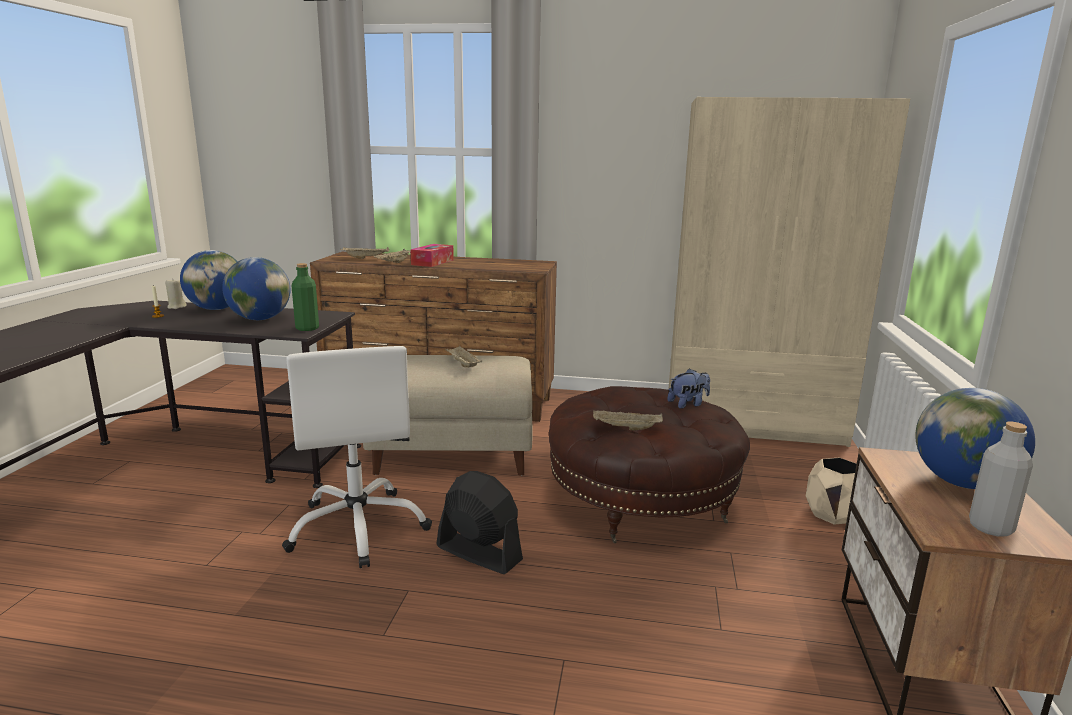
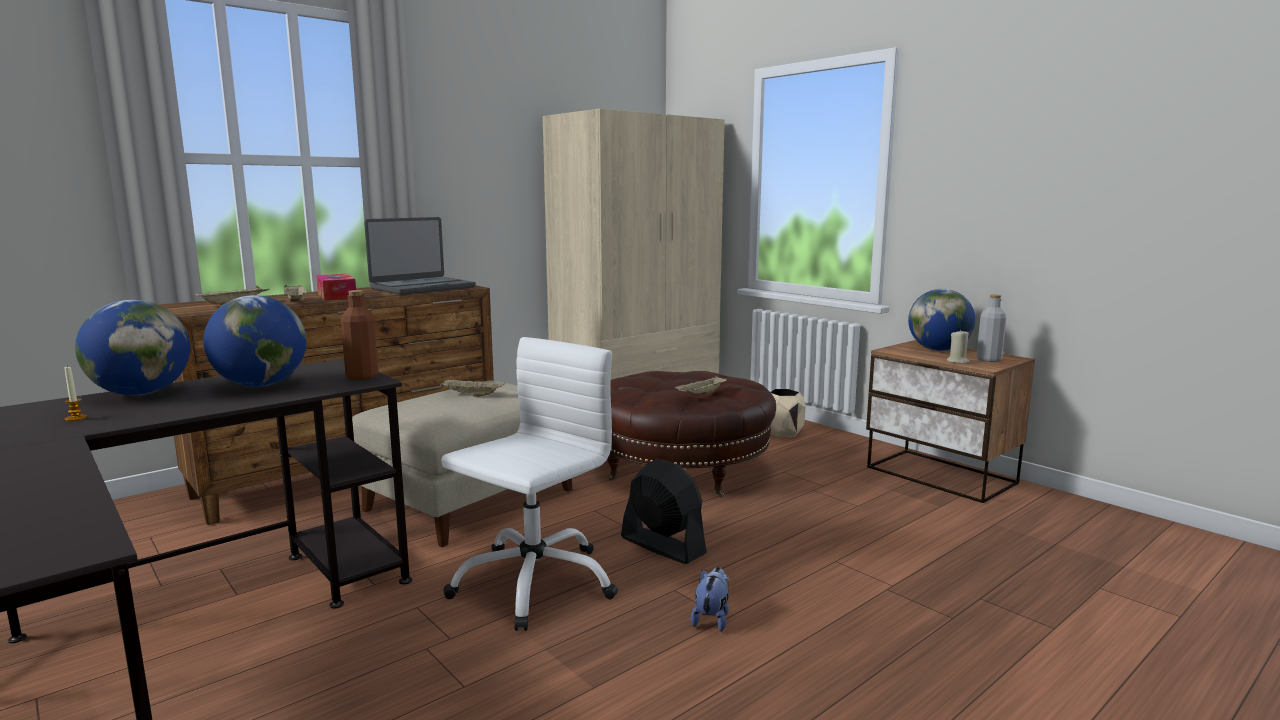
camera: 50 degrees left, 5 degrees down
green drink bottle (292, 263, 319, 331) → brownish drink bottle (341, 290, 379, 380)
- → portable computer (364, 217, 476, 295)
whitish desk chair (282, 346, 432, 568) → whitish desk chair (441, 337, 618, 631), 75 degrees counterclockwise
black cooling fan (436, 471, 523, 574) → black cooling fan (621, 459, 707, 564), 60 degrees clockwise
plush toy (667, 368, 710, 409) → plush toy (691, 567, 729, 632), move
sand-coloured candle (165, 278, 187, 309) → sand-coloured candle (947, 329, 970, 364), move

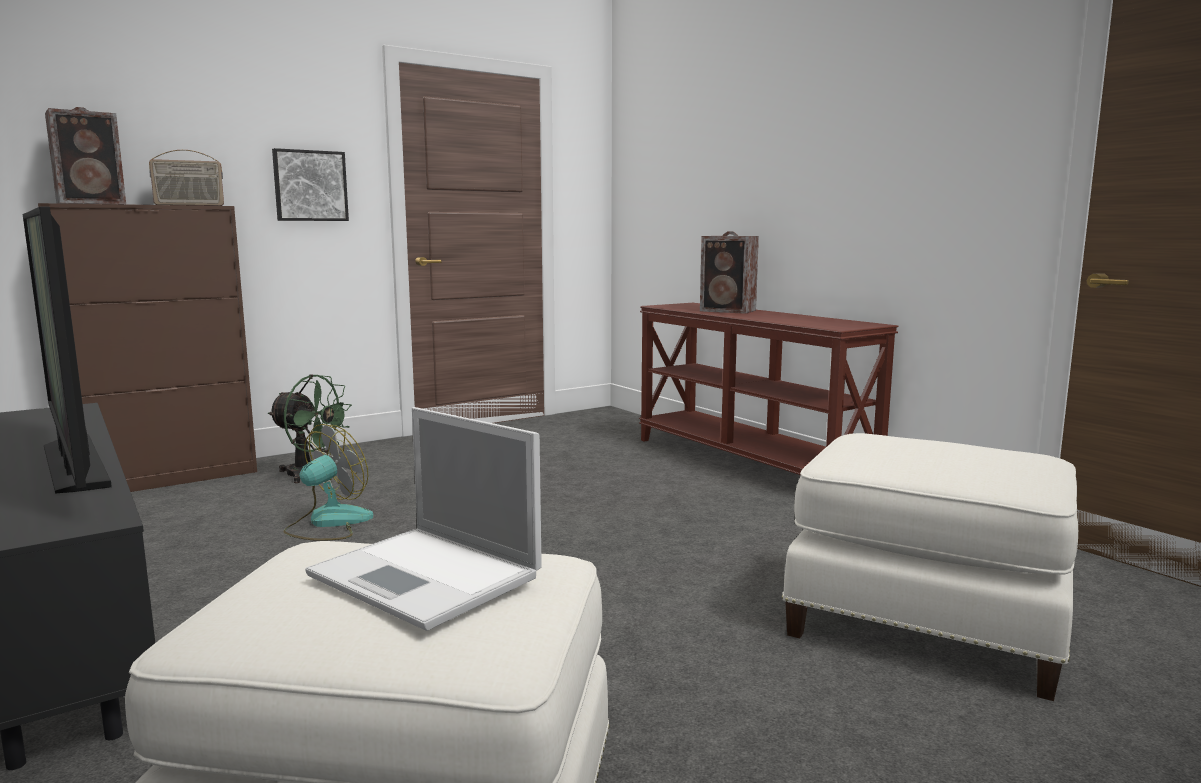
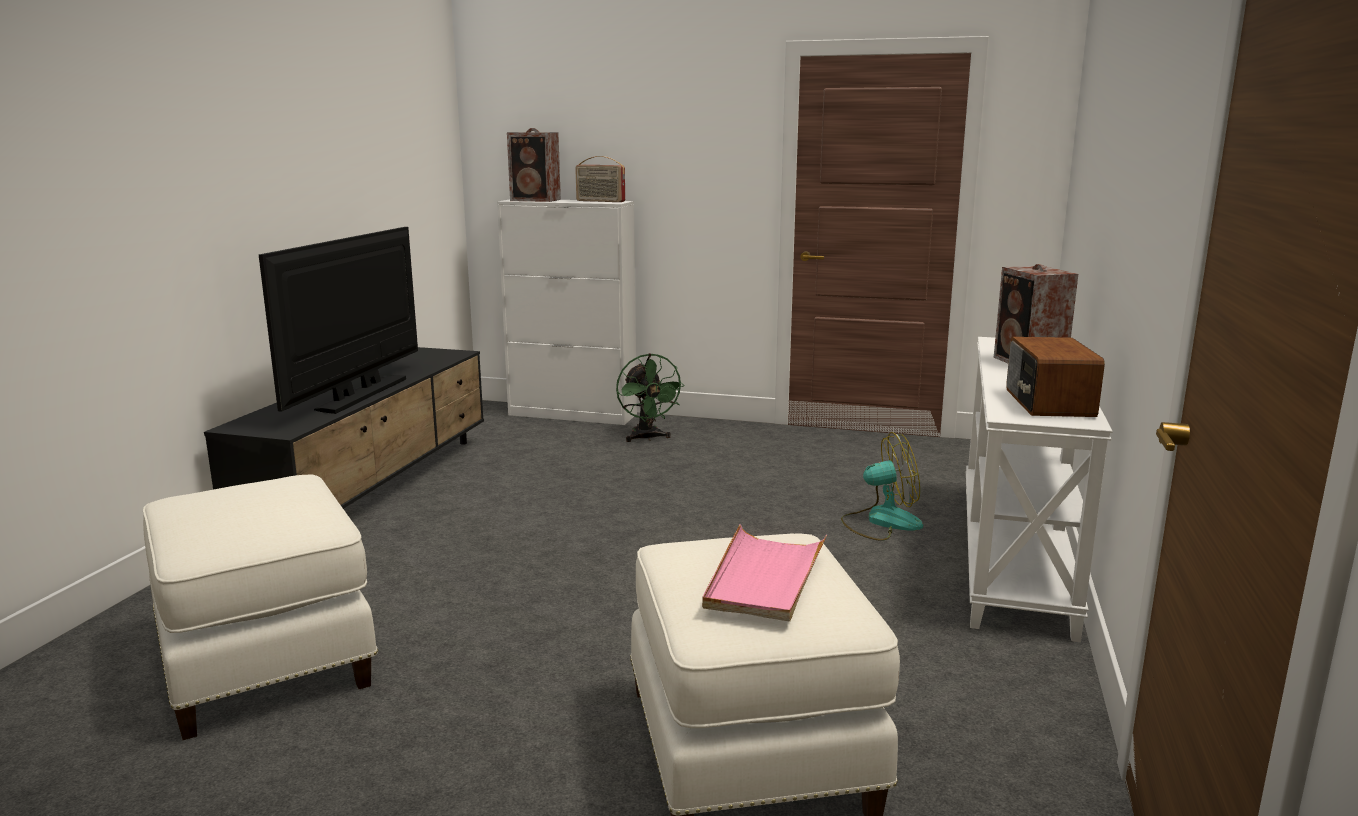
camera: 50 degrees right, 5 degrees up
brownish cabinet (38, 203, 257, 492) → whitish cabinet (497, 200, 637, 425)
- → pinkish serving tray (702, 524, 827, 622)
cooling fan (284, 424, 374, 541) → cooling fan (841, 432, 923, 541), move
brownish console table (639, 303, 899, 475) → whitish console table (966, 337, 1113, 642)
- → radio (1006, 337, 1105, 417)
picture (272, 148, 349, 221) → -
portable computer (305, 407, 542, 631) → -

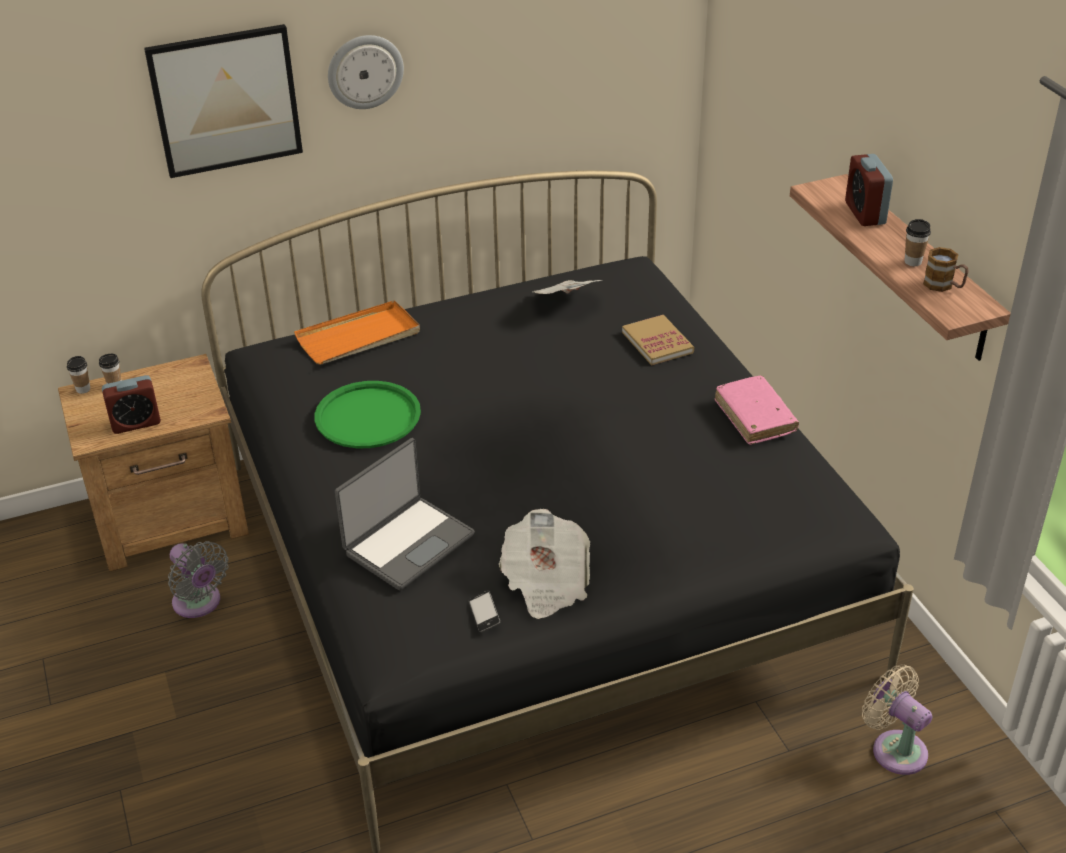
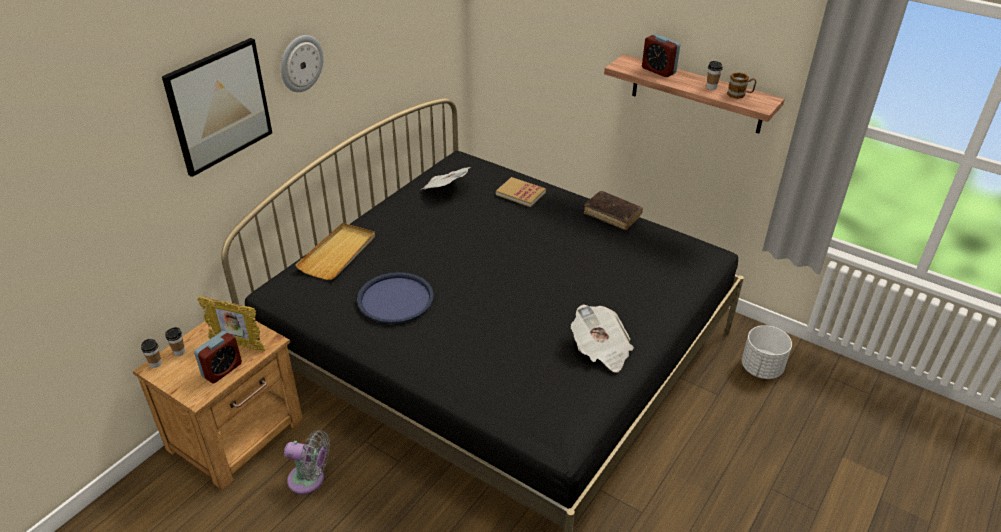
camera: 35 degrees left, 0 degrees up
- → standing frame (197, 296, 265, 352)
orange serving tray (294, 300, 420, 365) → sand-coloured serving tray (295, 223, 375, 280)
green serving tray (314, 381, 421, 448) → bluish serving tray (357, 272, 434, 324)
pinkish volume (715, 376, 799, 445) → brownish volume (583, 191, 643, 230)
sand-coloured cooling fan (862, 665, 932, 775) → whitish plant pot (742, 325, 792, 379)
portable computer (335, 438, 475, 590) → -
telephone (469, 591, 500, 632) → -

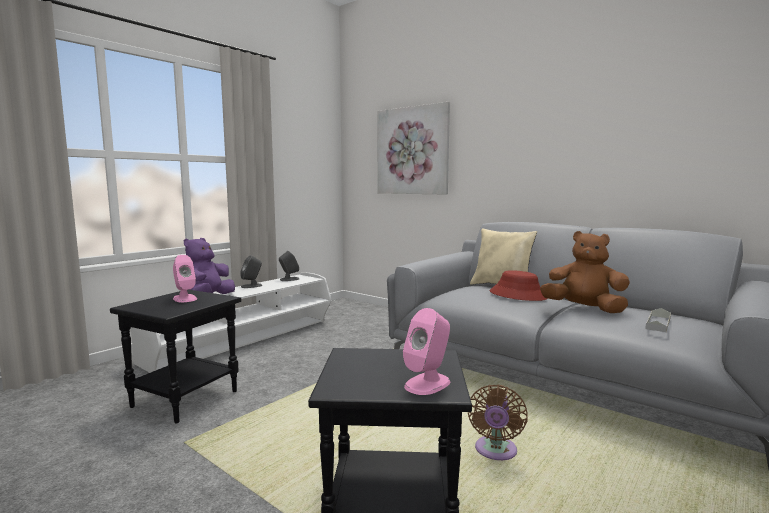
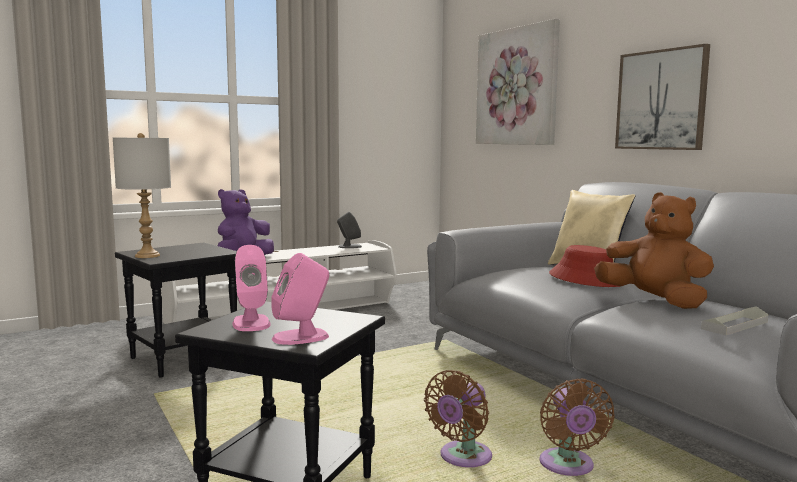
camera: 20 degrees right, 0 degrees up
- → grey table lamp (113, 133, 171, 258)
pinkish speaker (173, 255, 197, 302) → pinkish speaker (232, 245, 271, 331), move
- → brownish cooling fan (539, 379, 615, 476)
- → picture (615, 44, 710, 150)
grey speaker (240, 255, 262, 288) → -

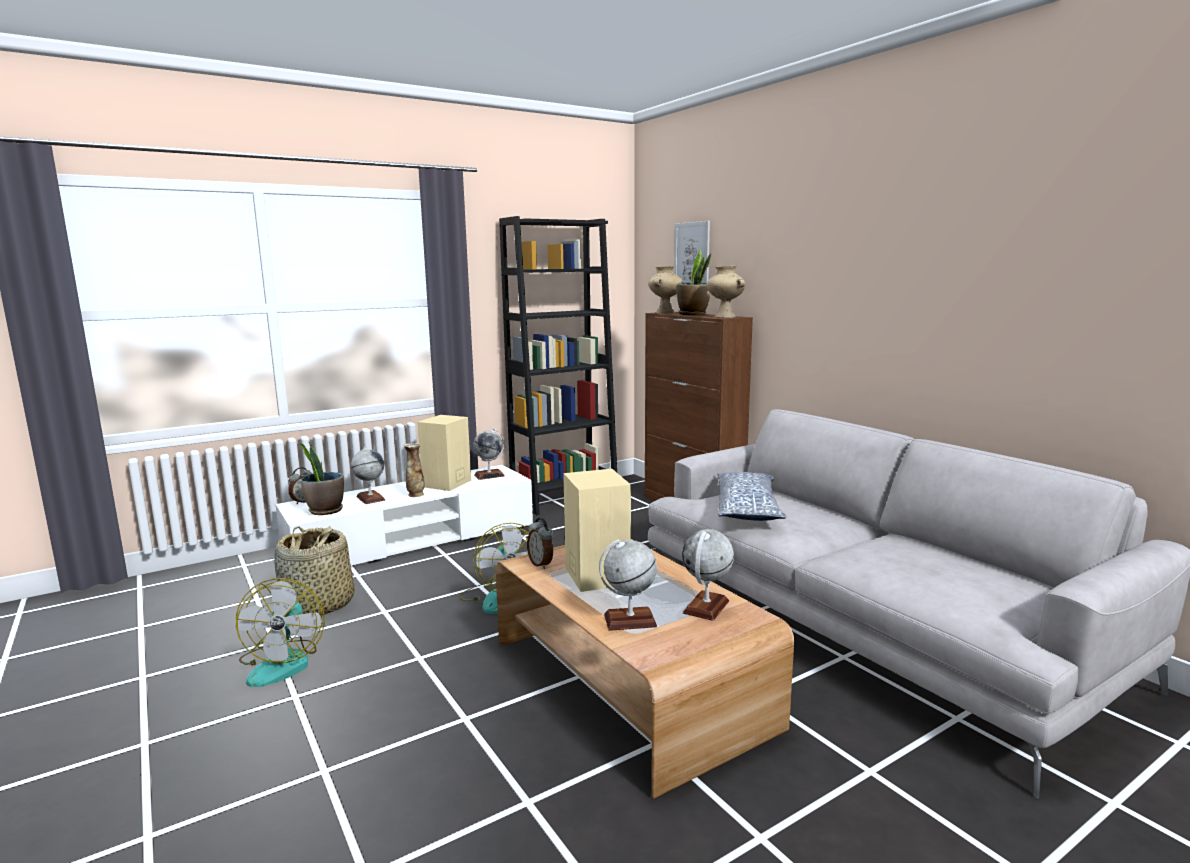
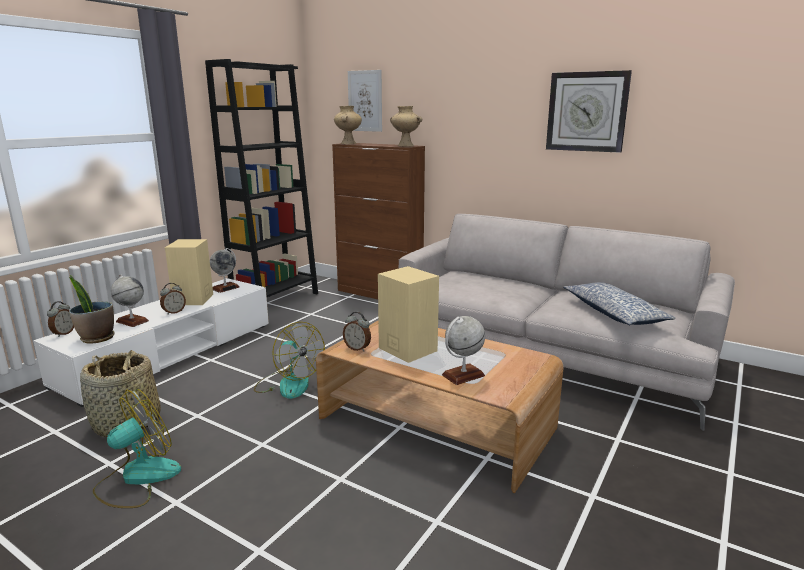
camera: 25 degrees left, 5 degrees up
cooling fan (236, 578, 325, 687) → cooling fan (93, 389, 181, 508), 105 degrees counterclockwise
vase (404, 443, 425, 497) → alarm clock (160, 283, 186, 315)
- → hanging clock (546, 70, 632, 153)
cushion (718, 472, 787, 521) → cushion (563, 282, 676, 325), move
potted plant (677, 250, 711, 315) → -
globe (682, 529, 734, 621) → -

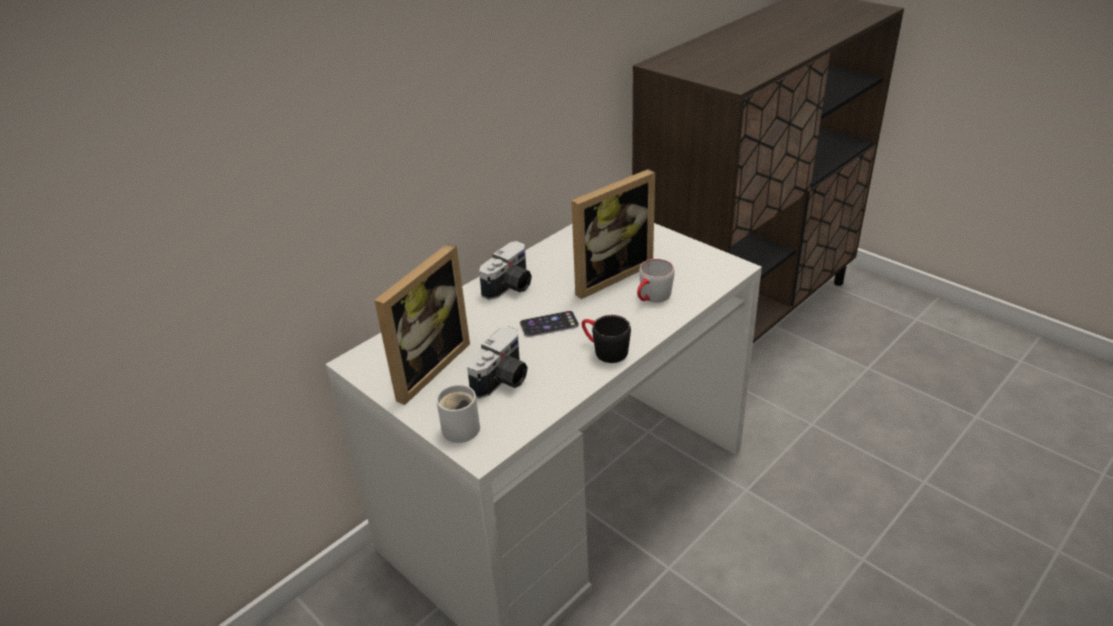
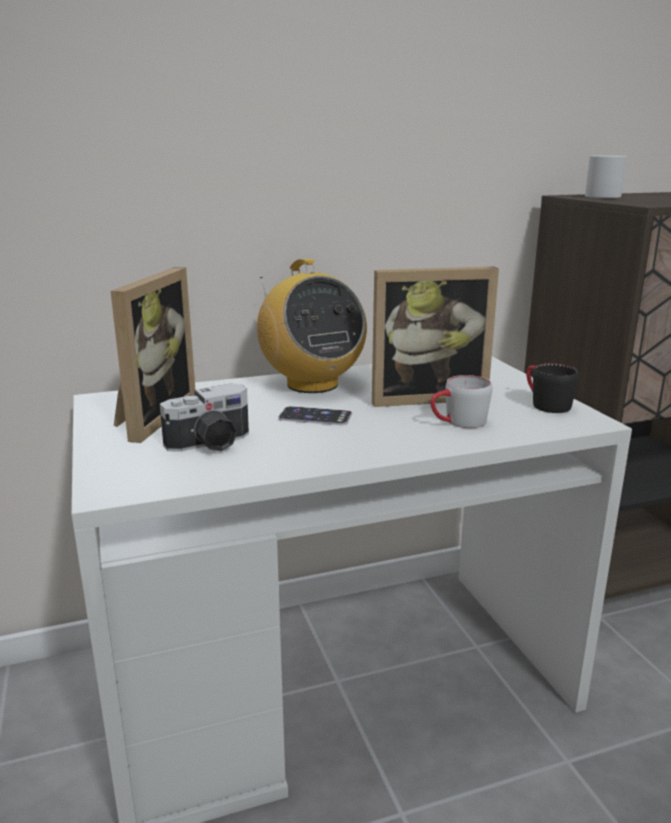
camera: 25 degrees right, 15 degrees down
standing frame (374, 243, 470, 405) → standing frame (110, 267, 195, 443), 45 degrees counterclockwise
photo camera (479, 241, 532, 300) → radio (257, 259, 367, 393)
black coffee mug (582, 315, 631, 363) → black coffee mug (526, 363, 579, 413), move
whitish coffee mug (436, 385, 480, 443) → whitish coffee mug (585, 156, 627, 198), move

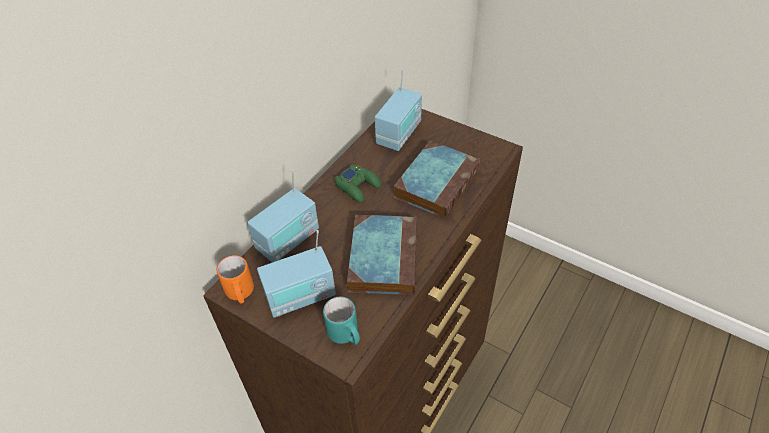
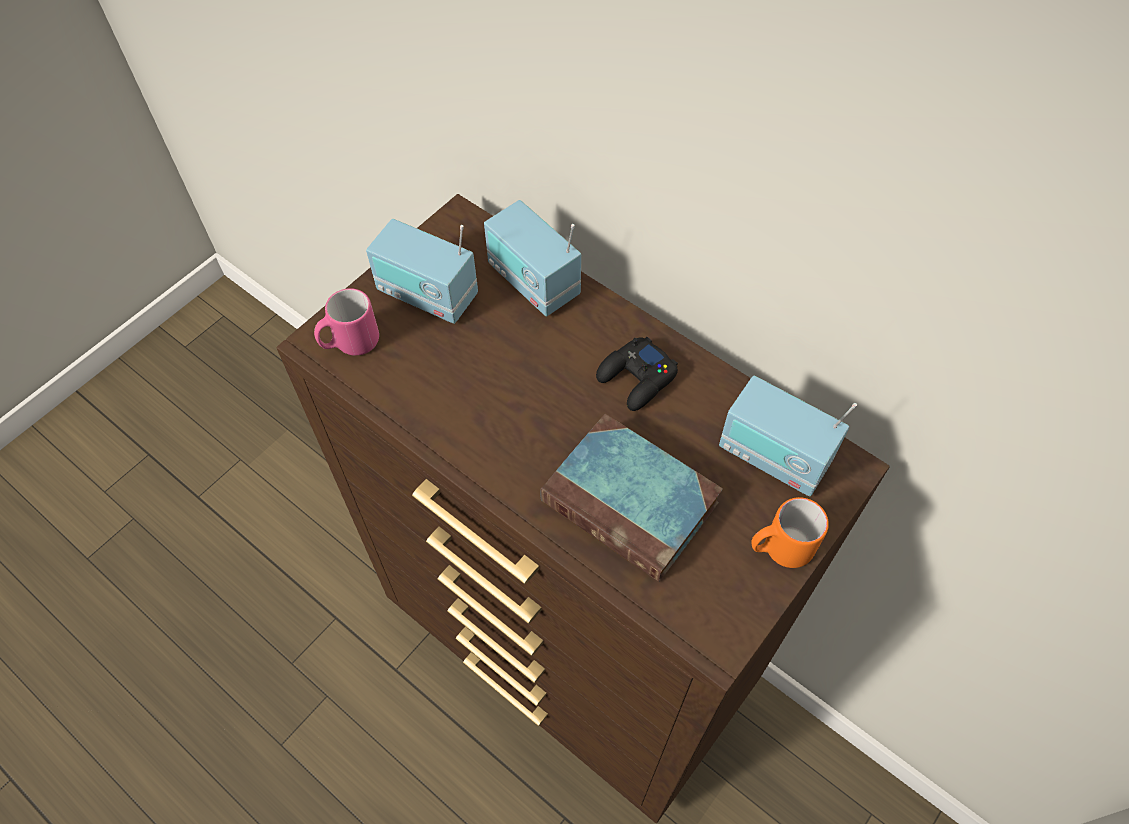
camera: 95 degrees right, 10 degrees up
blue-green coffee mug (323, 297, 360, 345) → pinkish coffee mug (314, 288, 379, 356)
radio (257, 230, 336, 318) → radio (366, 219, 478, 324), 45 degrees counterclockwise
green joypad (335, 165, 381, 203) → black joypad (596, 337, 678, 411)
orange coffee mug (217, 255, 254, 303) → orange coffee mug (751, 497, 829, 568), move
volume (347, 215, 417, 295) → -

